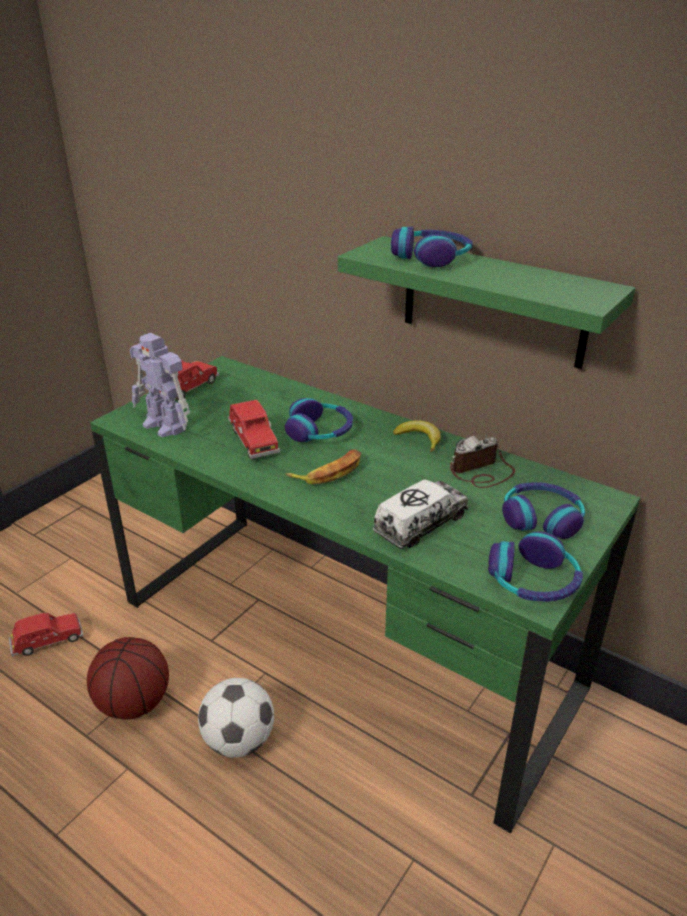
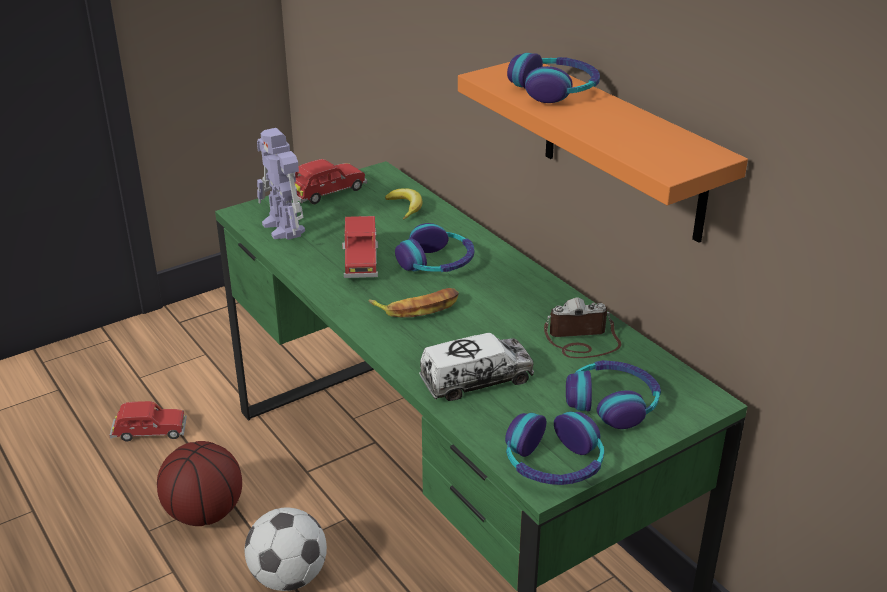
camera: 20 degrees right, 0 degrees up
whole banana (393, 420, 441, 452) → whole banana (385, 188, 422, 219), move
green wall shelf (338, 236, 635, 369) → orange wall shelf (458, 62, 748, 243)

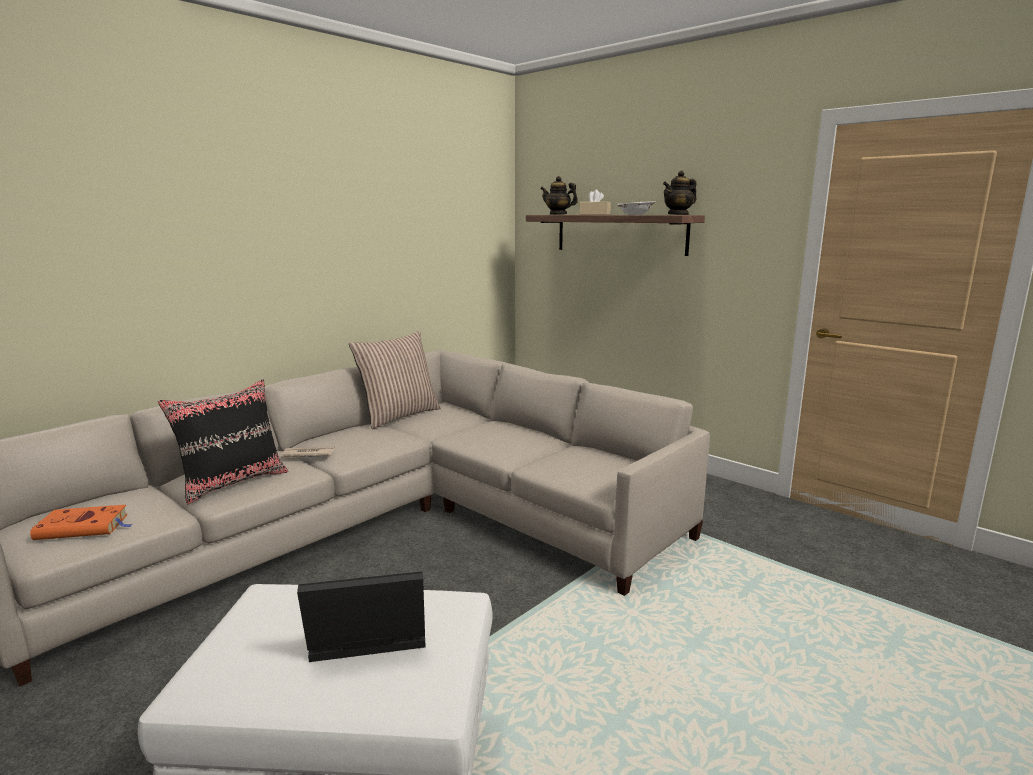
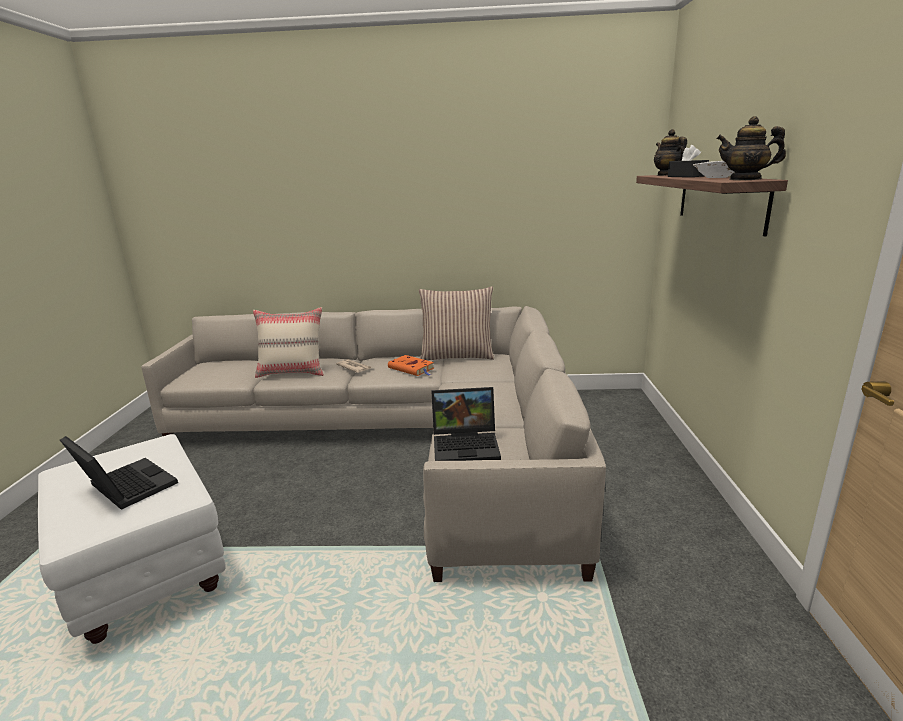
camera: 50 degrees right, 5 degrees up
black cushion (158, 379, 288, 504) → sand-coloured cushion (253, 307, 324, 378)
orange volume (30, 505, 133, 540) → orange volume (388, 355, 434, 376), move
- → portable computer (431, 387, 501, 461)
sand-coloured tissue holder (580, 189, 611, 215) → black tissue holder (668, 145, 709, 177)

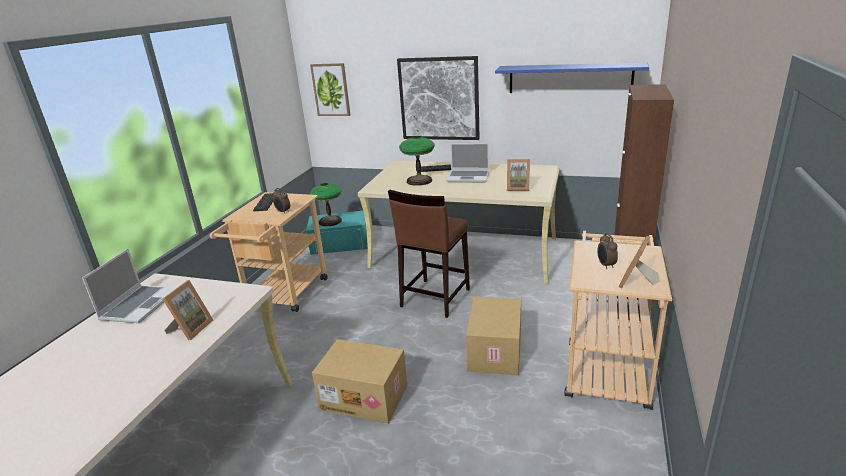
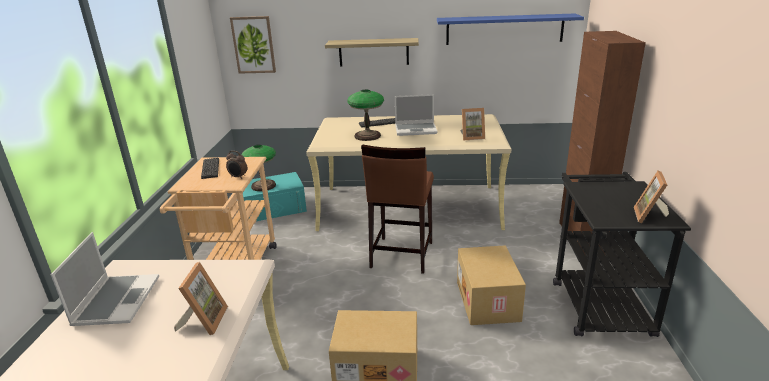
camera: 15 degrees left, 0 degrees up
picture (397, 56, 480, 140) → wall shelf (325, 38, 419, 67)
sand-coloured cart (564, 231, 672, 410) → black cart (553, 172, 691, 337)
alarm clock (597, 233, 618, 269) → -

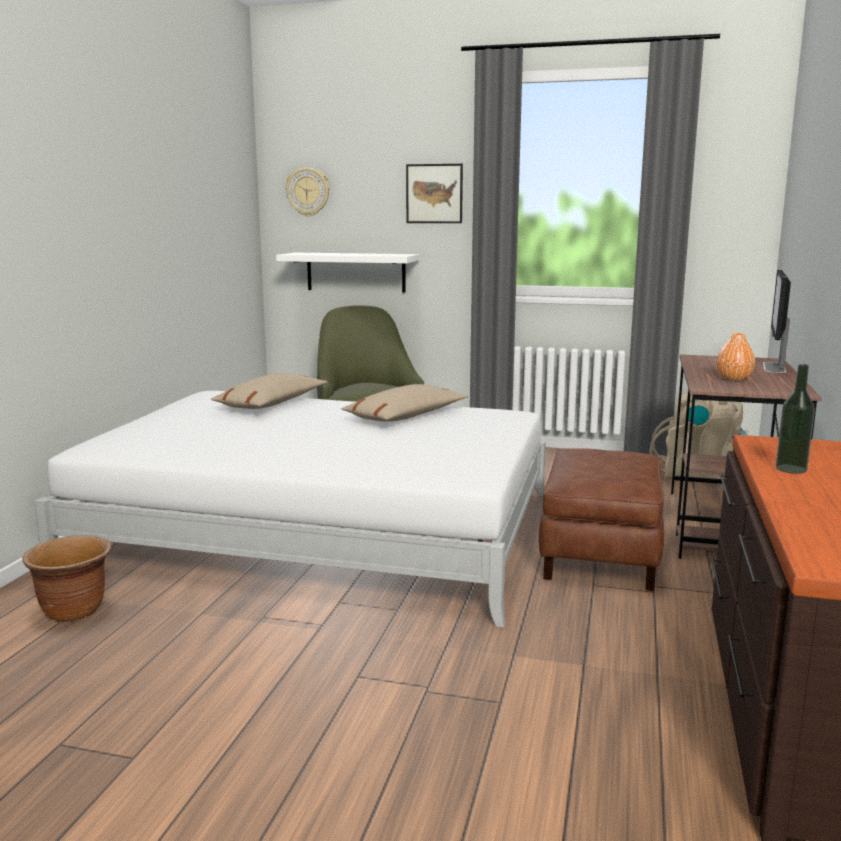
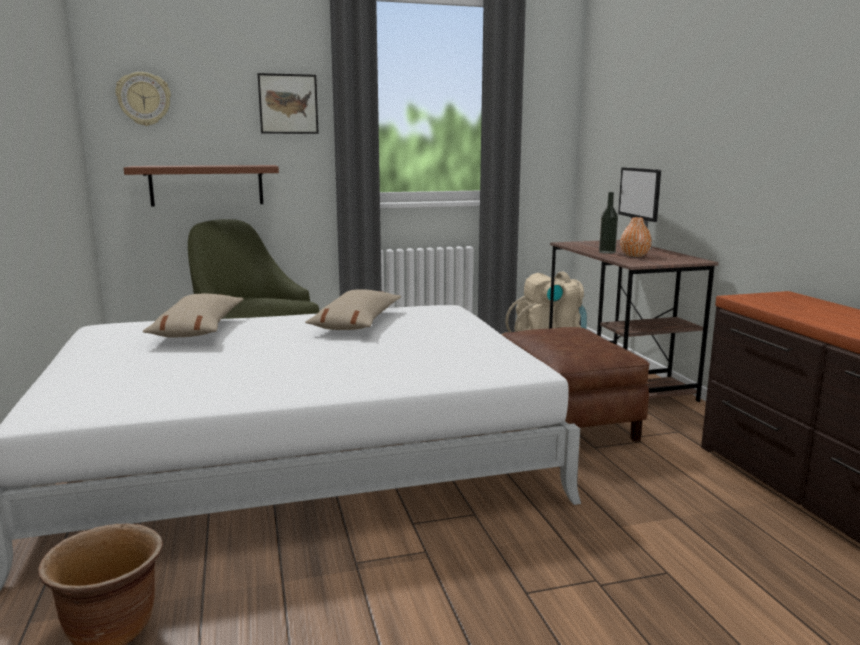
camera: 30 degrees left, 0 degrees up
whitish wall shelf (276, 253, 419, 292) → brownish wall shelf (124, 165, 279, 207)
drink bottle (776, 364, 815, 474) → drink bottle (599, 192, 618, 254), move

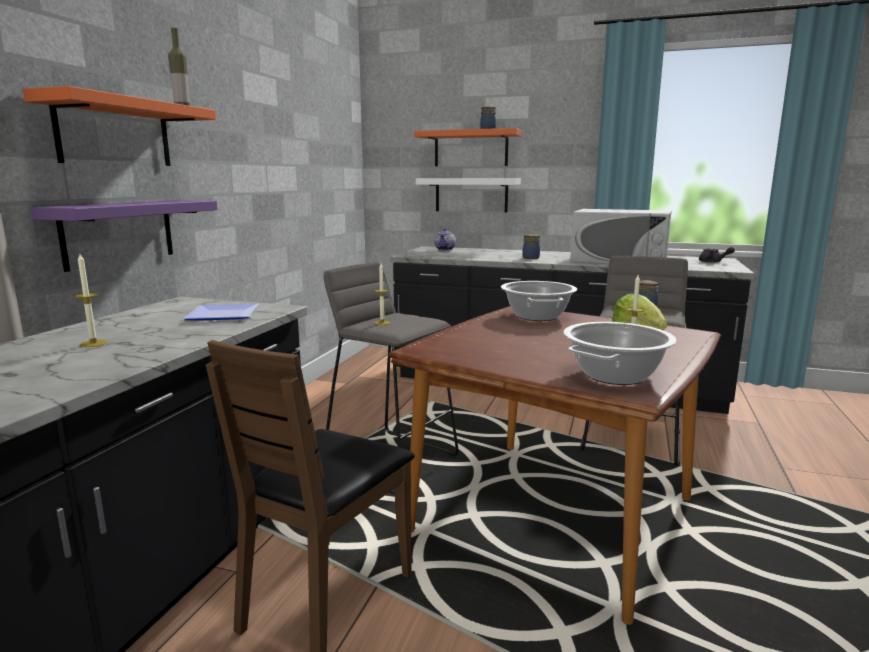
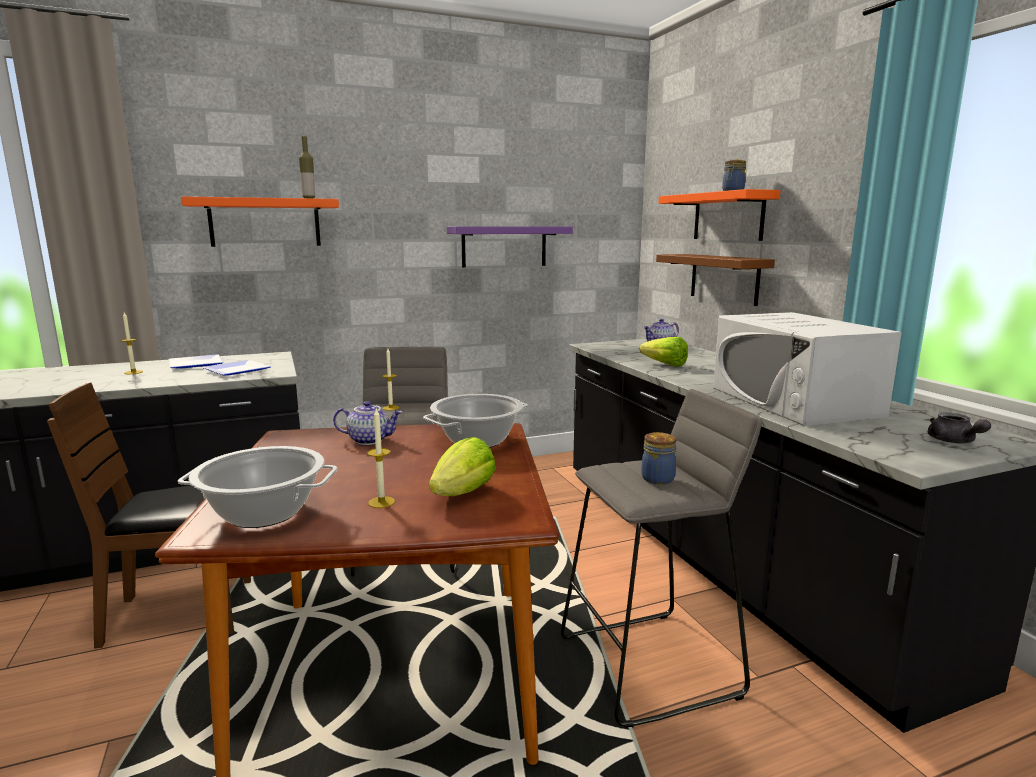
camera: 50 degrees right, 0 degrees up
- → plate (169, 354, 223, 369)
- → teapot (333, 401, 402, 445)
purple wall shelf (30, 200, 218, 272) → purple wall shelf (447, 226, 573, 268), move
- → lettuce (640, 337, 688, 367)
whitish wall shelf (416, 179, 521, 213) → brownish wall shelf (656, 254, 775, 306)
storage jar (523, 234, 540, 259) → -

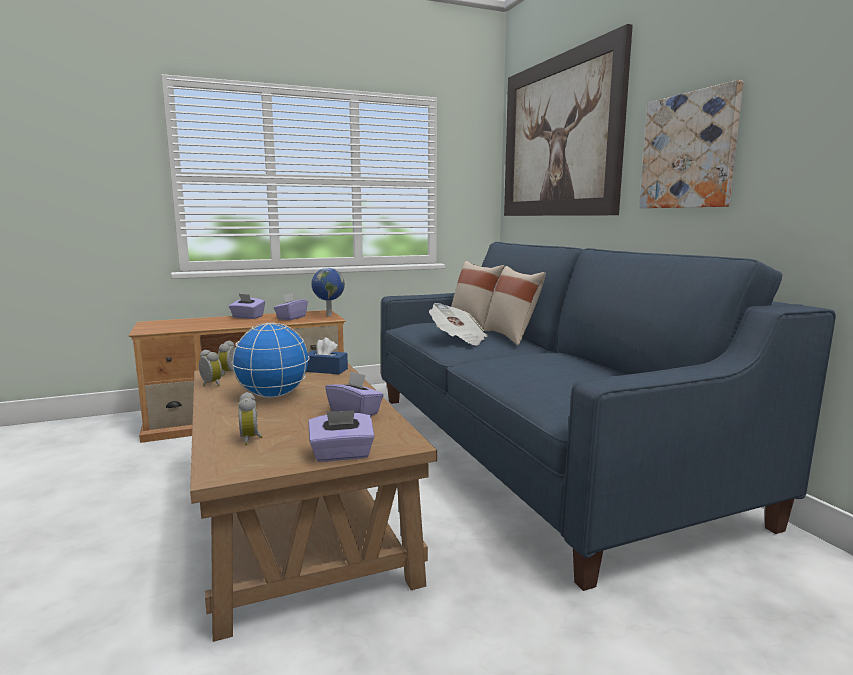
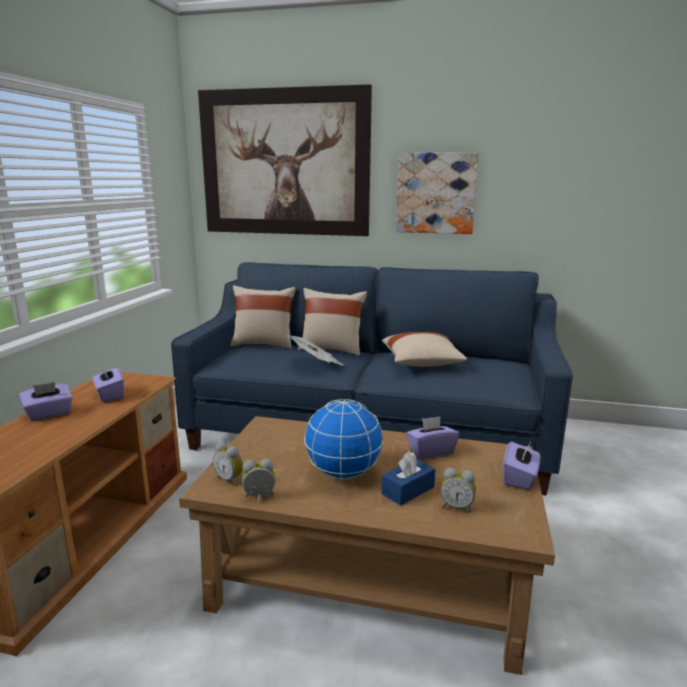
camera: 55 degrees left, 5 degrees up
bluish tissue holder (306, 337, 348, 374) → bluish tissue holder (381, 451, 435, 506), move
- → sand-coloured cushion (382, 332, 467, 367)
globe (311, 268, 345, 316) → -

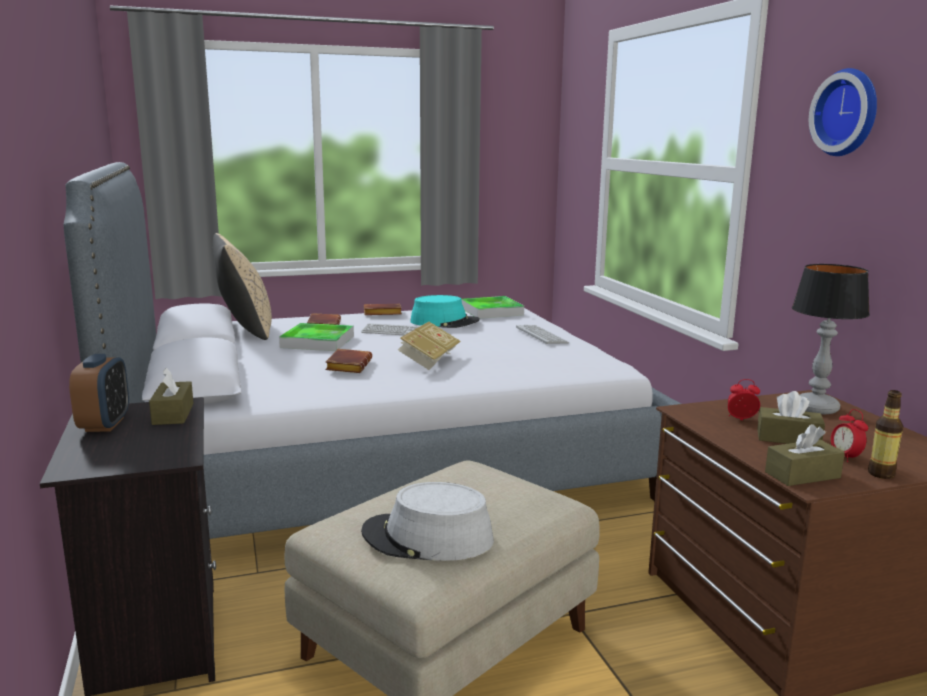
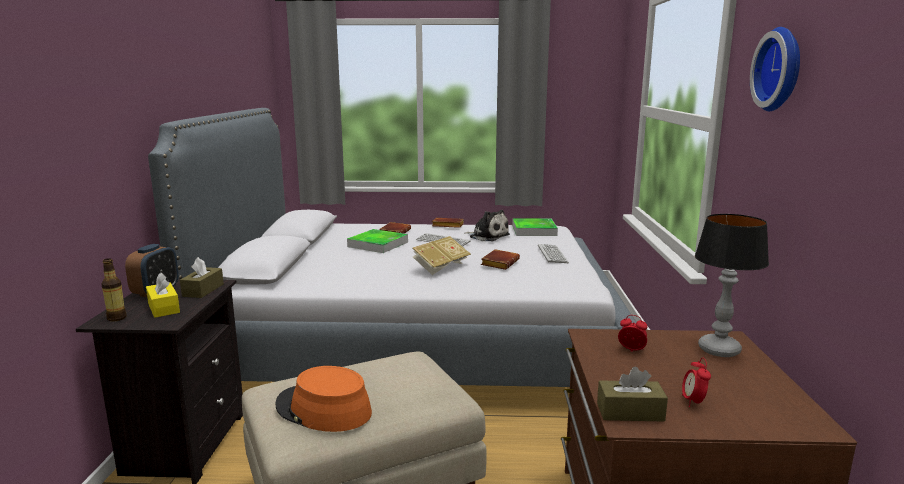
camera: 20 degrees right, 0 degrees up
drink bottle (868, 390, 903, 479) → drink bottle (101, 258, 127, 321), move
- → yellow-coloured tissue holder (146, 273, 180, 318)
grey clothing hat (361, 482, 494, 561) → orange clothing hat (275, 366, 372, 432)
blue-green clothing hat (410, 295, 480, 328) → plush toy (466, 210, 510, 241)
brownish volume (325, 349, 372, 373) → brownish volume (481, 249, 520, 270), move
sand-coloured cushion (213, 233, 272, 340) → -
brownish tissue holder (757, 391, 825, 444) → -

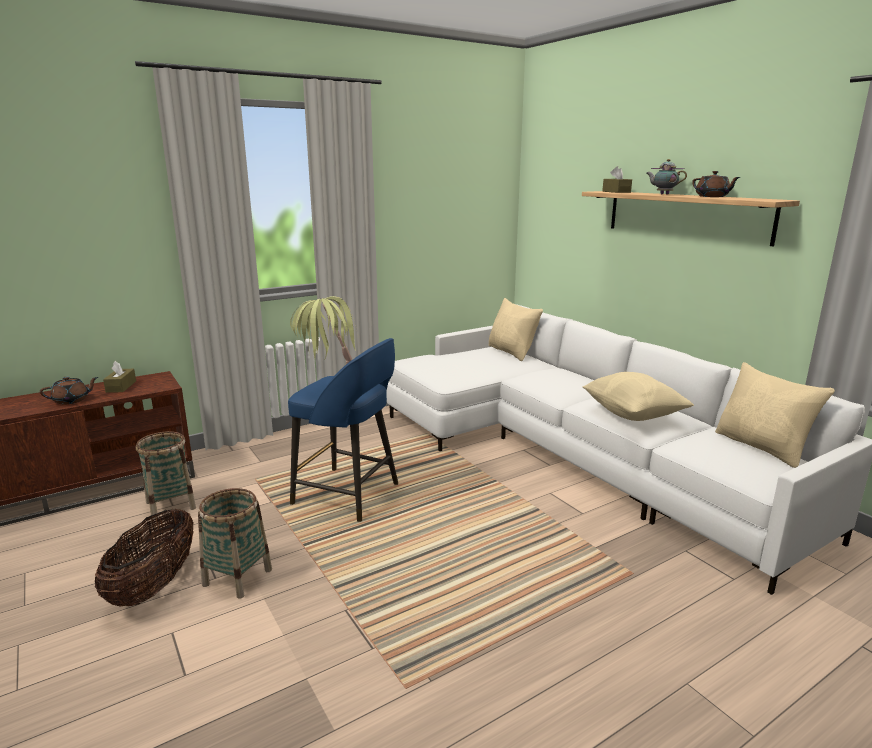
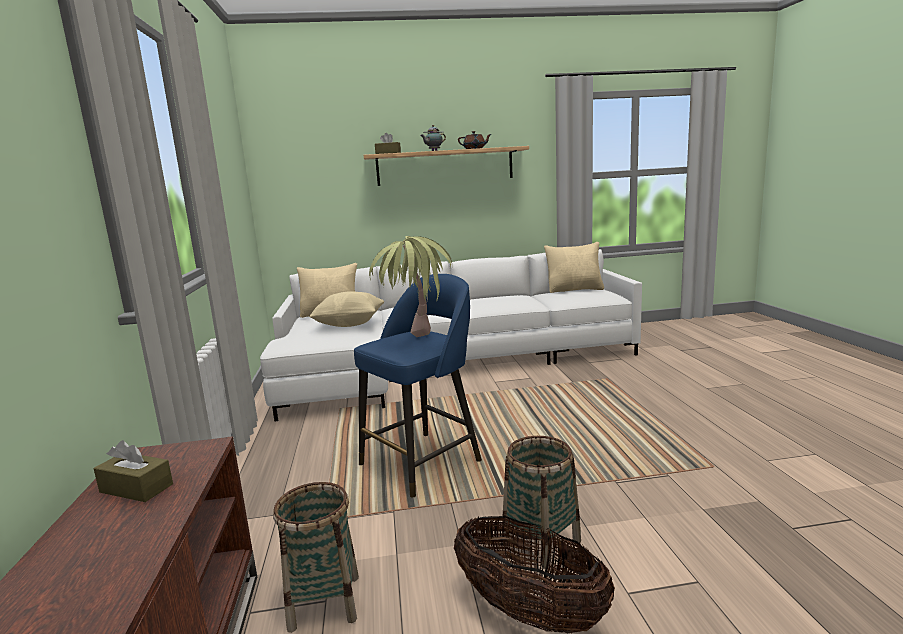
camera: 65 degrees left, 5 degrees down
sand-coloured cushion (583, 372, 694, 421) → sand-coloured cushion (309, 291, 385, 327), move
brownish teapot (40, 376, 98, 405) → -

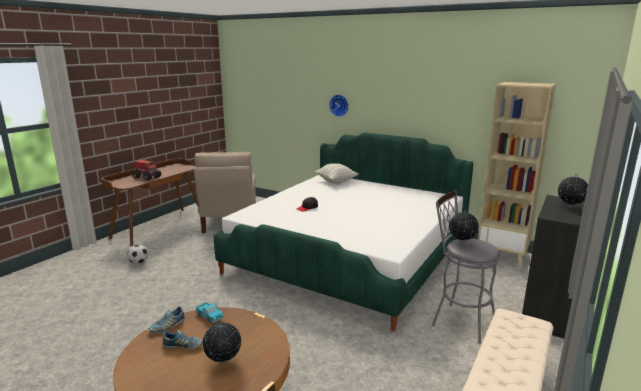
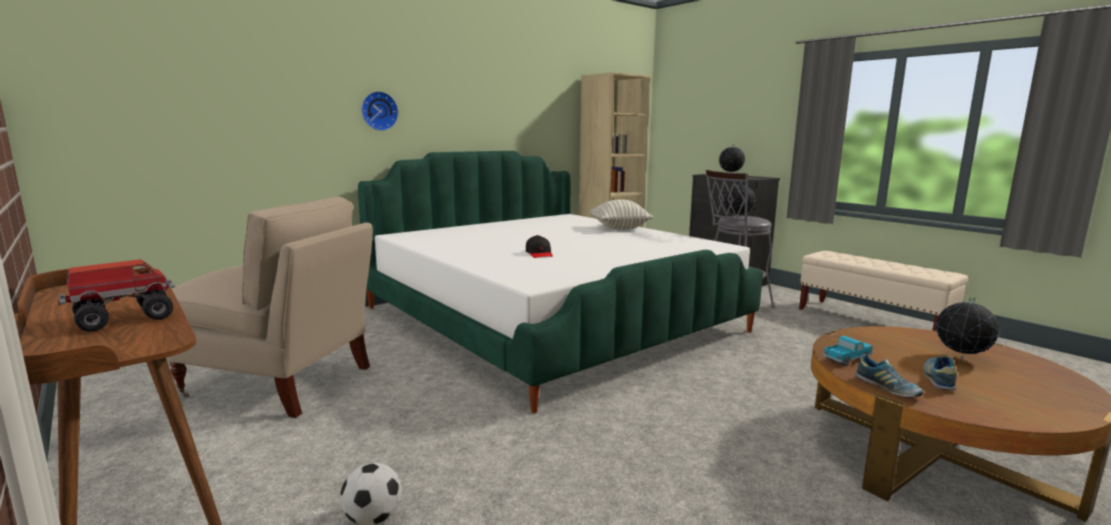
camera: 70 degrees left, 5 degrees down
cushion (315, 163, 359, 184) → cushion (589, 200, 653, 230), move

